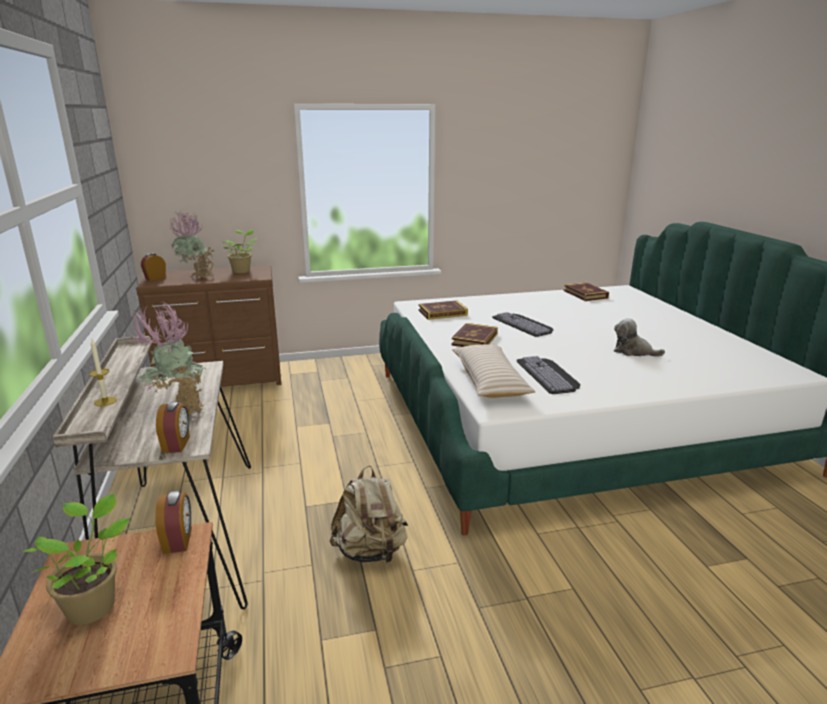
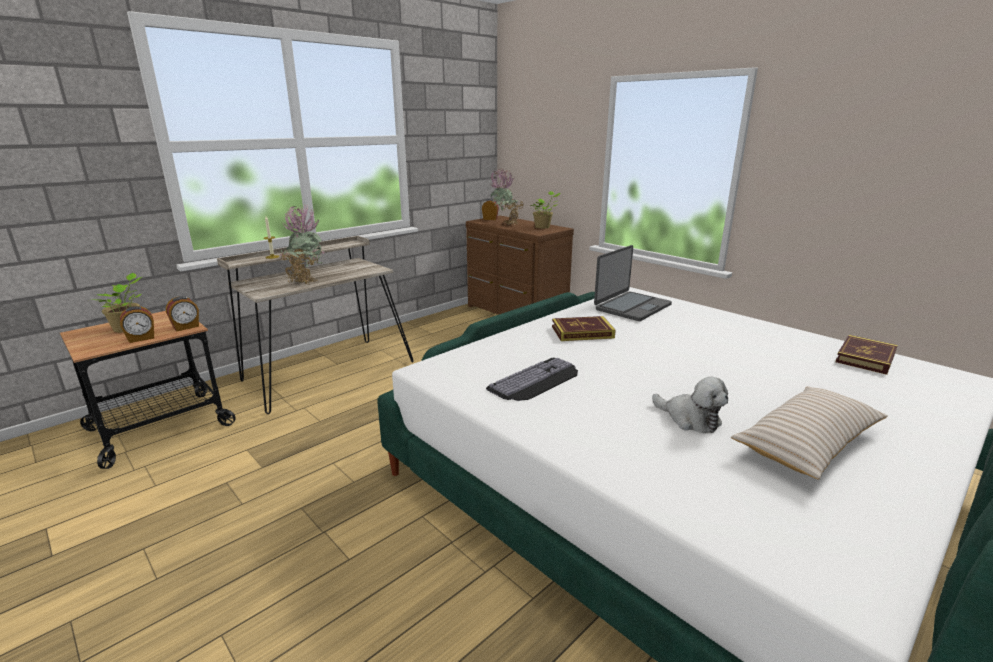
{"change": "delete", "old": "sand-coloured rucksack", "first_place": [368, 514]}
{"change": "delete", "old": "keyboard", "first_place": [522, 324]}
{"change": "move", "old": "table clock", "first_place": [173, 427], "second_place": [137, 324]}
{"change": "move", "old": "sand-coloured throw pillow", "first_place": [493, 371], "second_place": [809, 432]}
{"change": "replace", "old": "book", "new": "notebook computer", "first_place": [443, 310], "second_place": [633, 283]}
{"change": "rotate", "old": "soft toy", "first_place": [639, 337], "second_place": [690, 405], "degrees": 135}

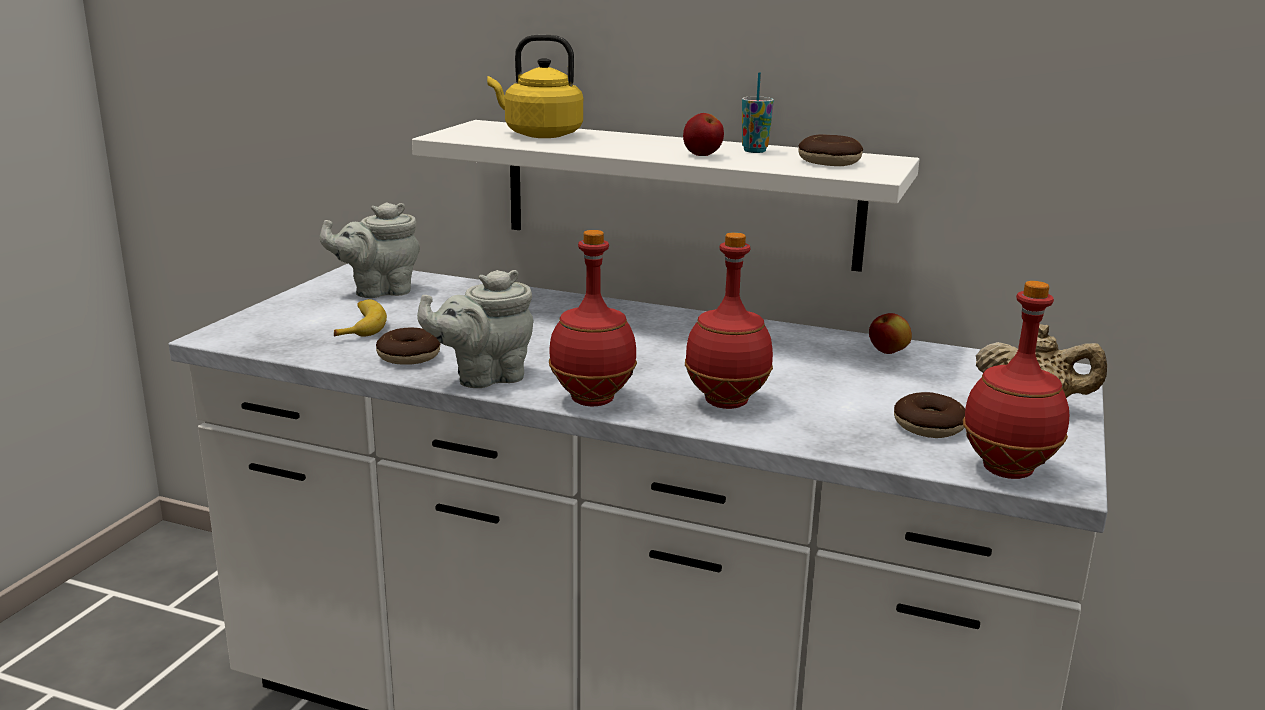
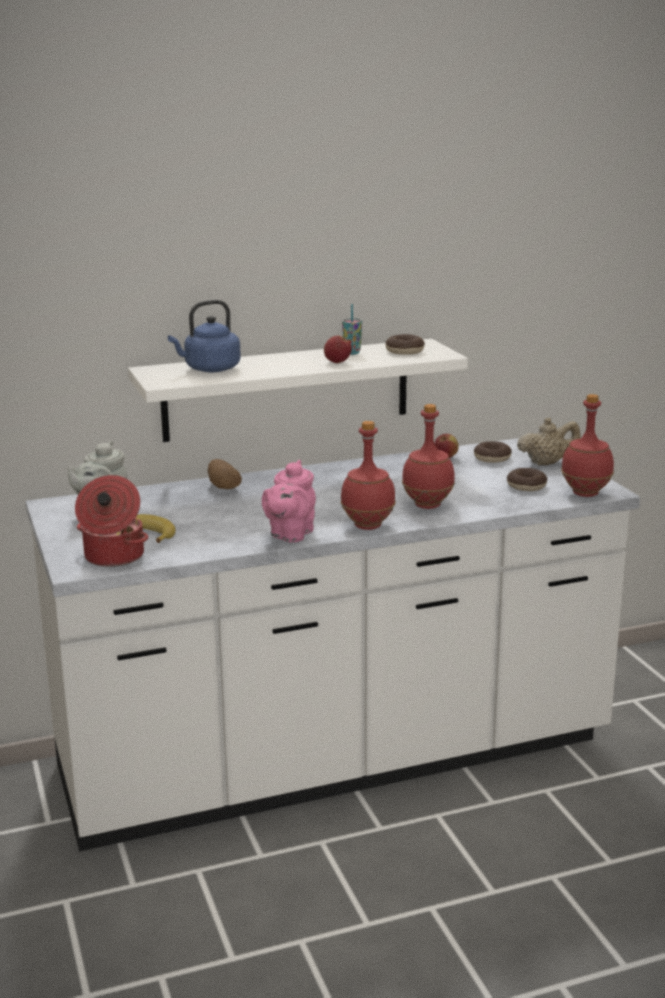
{"change": "insert", "new": "stockpot", "second_place": [111, 521]}
{"change": "insert", "new": "spud", "second_place": [224, 474]}
{"change": "move", "old": "doughnut", "first_place": [408, 346], "second_place": [493, 452]}
{"change": "recolor", "old": "gray teapot", "new": "pinkish teapot", "first_place": [475, 329], "second_place": [289, 501]}
{"change": "recolor", "old": "yellow kettle", "new": "bluish kettle", "first_place": [535, 86], "second_place": [204, 336]}

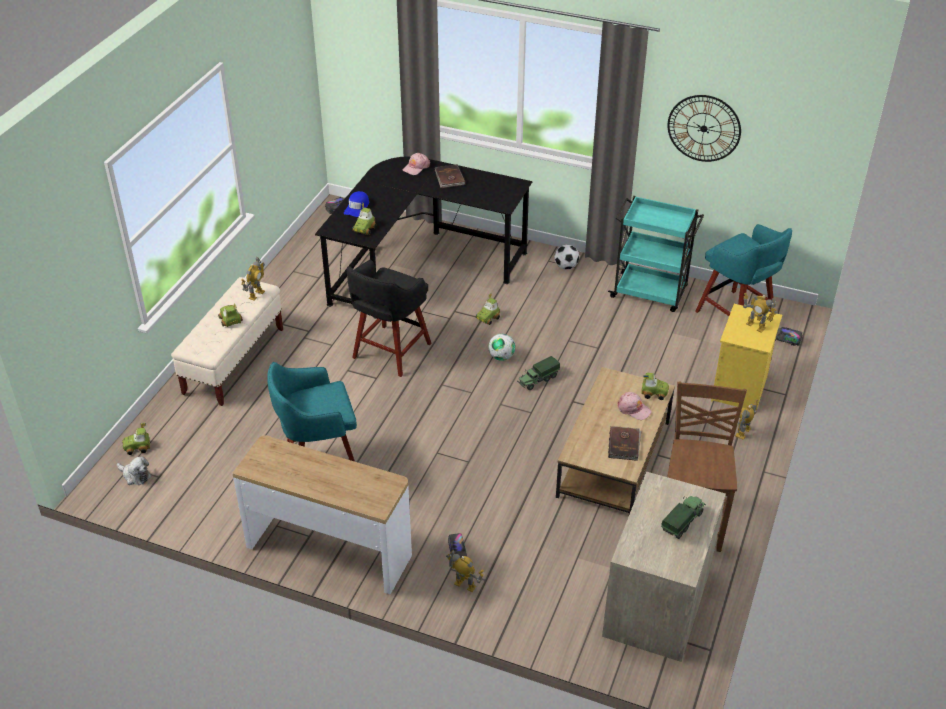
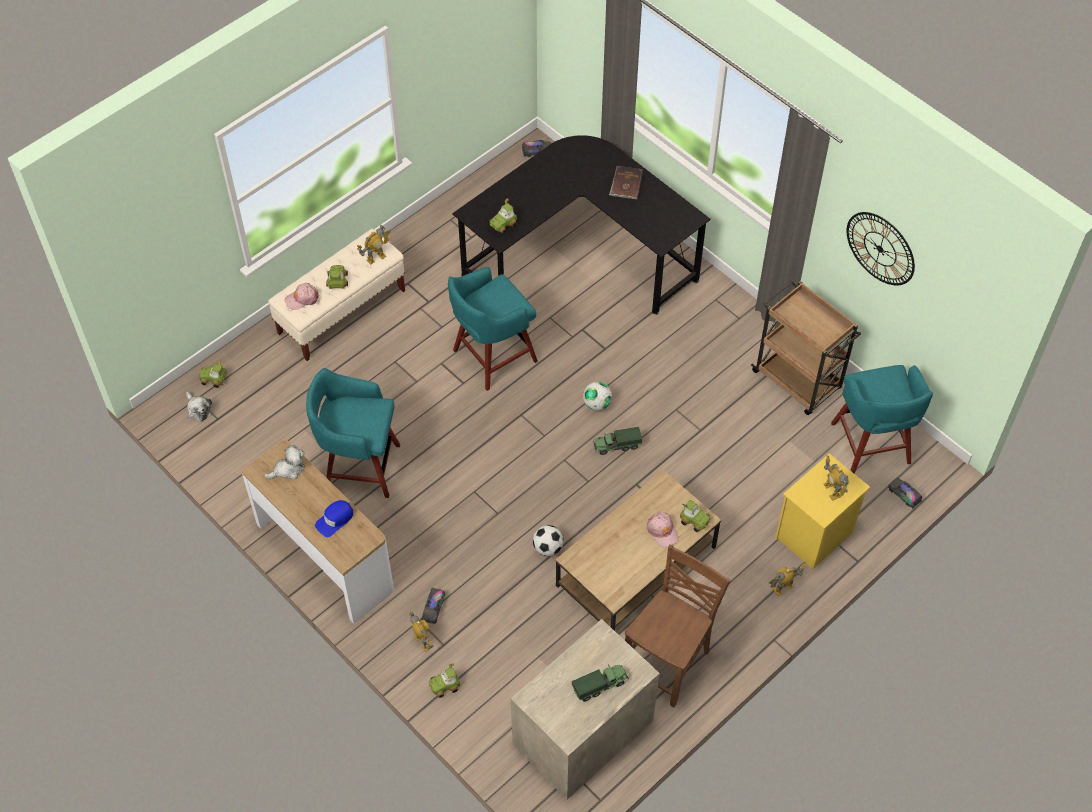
{"change": "delete", "old": "brown-coloured book", "first_place": [624, 443]}
{"change": "insert", "new": "soft toy", "second_place": [284, 462]}
{"change": "move", "old": "bluish peaked cap", "first_place": [356, 204], "second_place": [334, 518]}
{"change": "move", "old": "pinkish peaked cap", "first_place": [416, 164], "second_place": [302, 296]}
{"change": "move", "old": "model car", "first_place": [488, 309], "second_place": [444, 680]}
{"change": "move", "old": "football ball", "first_place": [566, 257], "second_place": [548, 540]}
{"change": "recolor", "old": "blackish stool seat", "new": "turquoise-coloured stool seat", "first_place": [389, 318], "second_place": [493, 329]}
{"change": "recolor", "old": "turquoise-coloured cart", "new": "brown-coloured cart", "first_place": [656, 254], "second_place": [806, 347]}

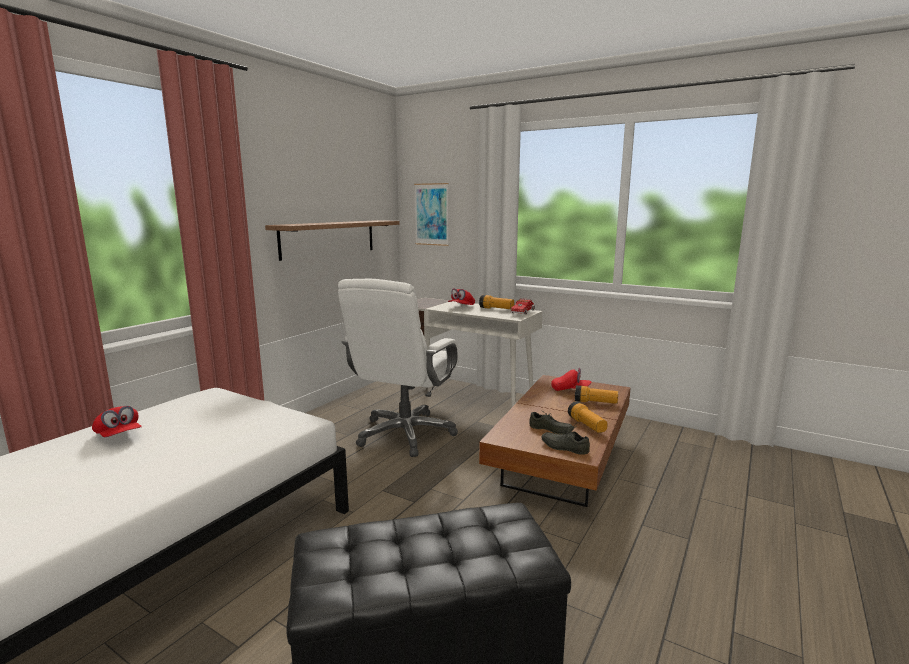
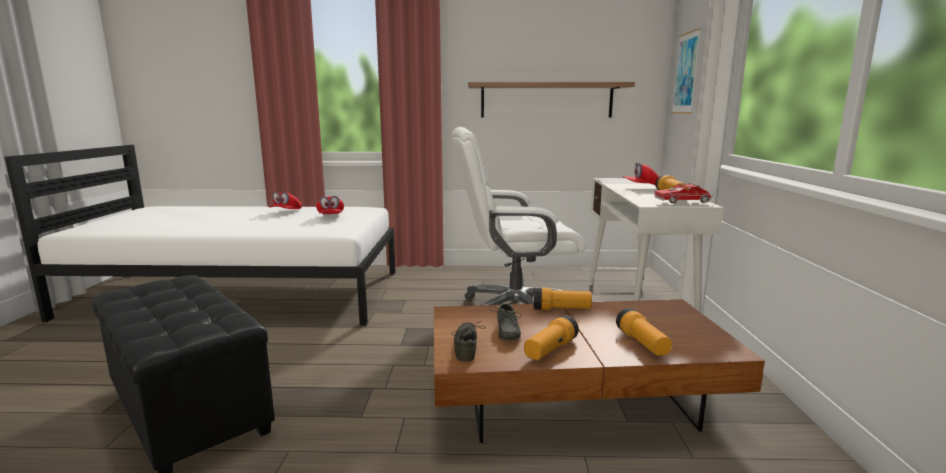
{"change": "insert", "new": "flashlight", "second_place": [562, 298]}
{"change": "move", "old": "reddish peaked cap", "first_place": [571, 379], "second_place": [330, 205]}

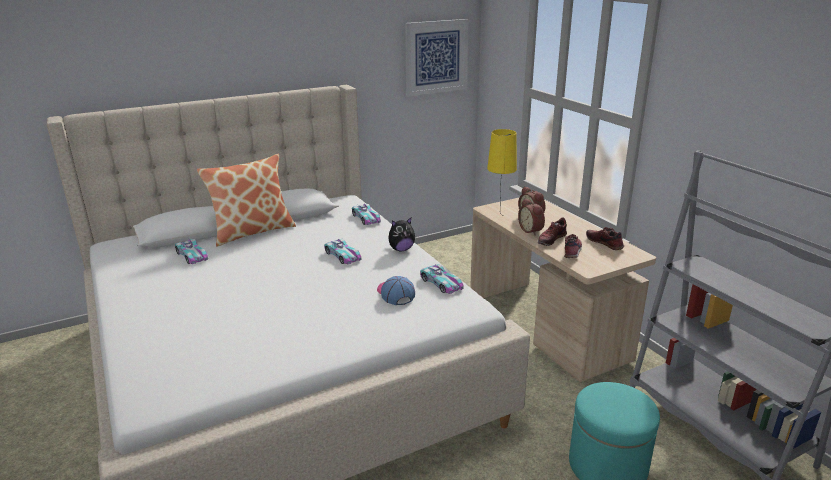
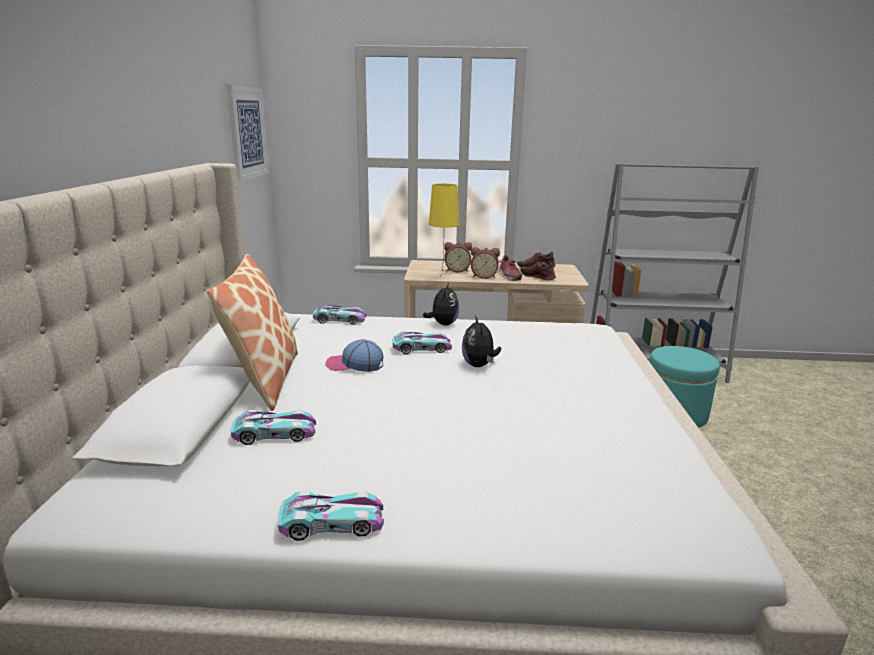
{"change": "insert", "new": "soft toy", "second_place": [481, 341]}
{"change": "move", "old": "peaked cap", "first_place": [396, 290], "second_place": [354, 355]}
{"change": "move", "old": "model car", "first_place": [442, 279], "second_place": [331, 516]}

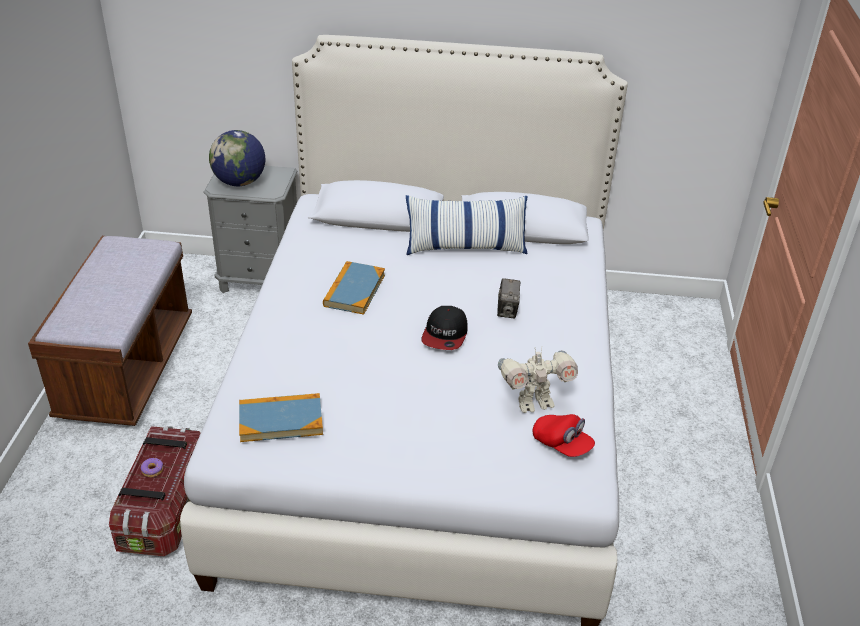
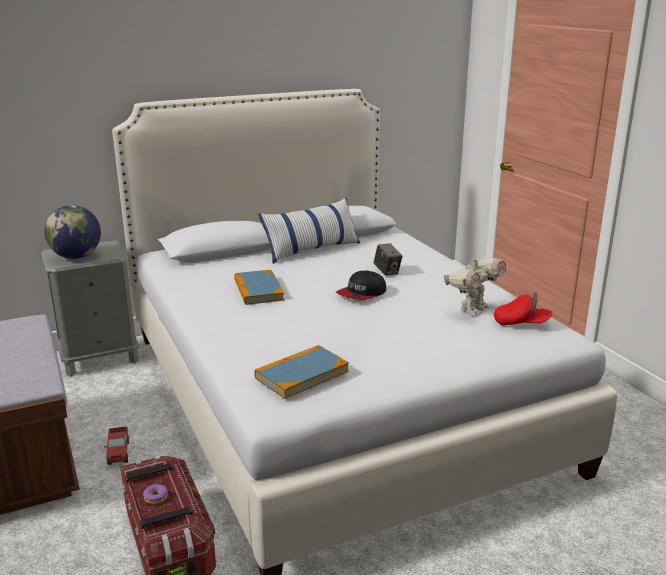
{"change": "insert", "new": "model truck", "second_place": [116, 445]}
{"change": "rotate", "old": "peaked cap", "first_place": [444, 328], "second_place": [361, 285], "degrees": 60}

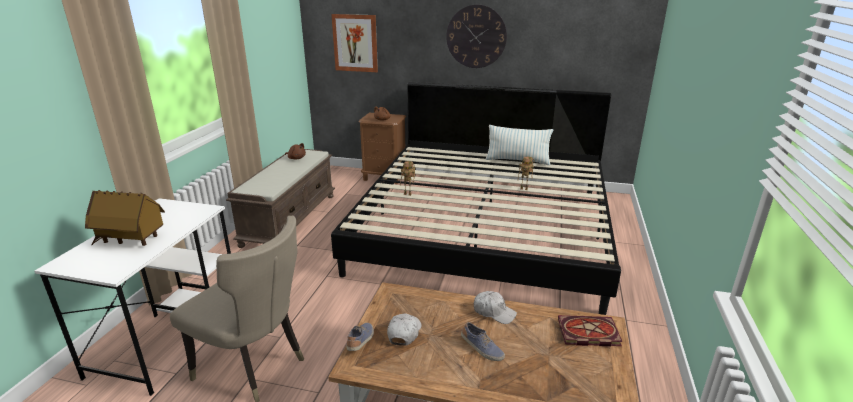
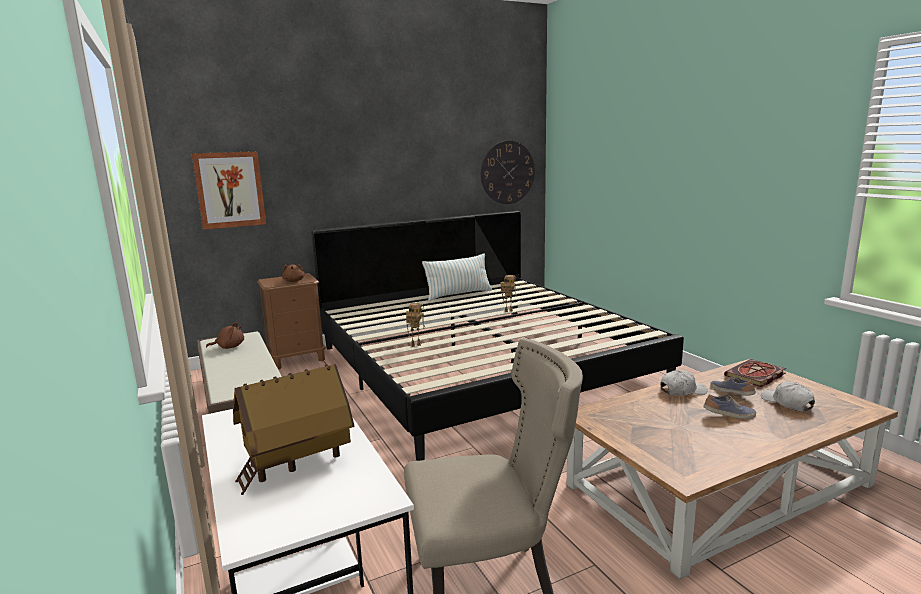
{"change": "move", "old": "item of footwear", "first_place": [360, 337], "second_place": [733, 386]}
{"change": "move", "old": "white peaked cap", "first_place": [404, 329], "second_place": [788, 397]}
{"change": "move", "old": "wall clock", "first_place": [476, 36], "second_place": [508, 172]}

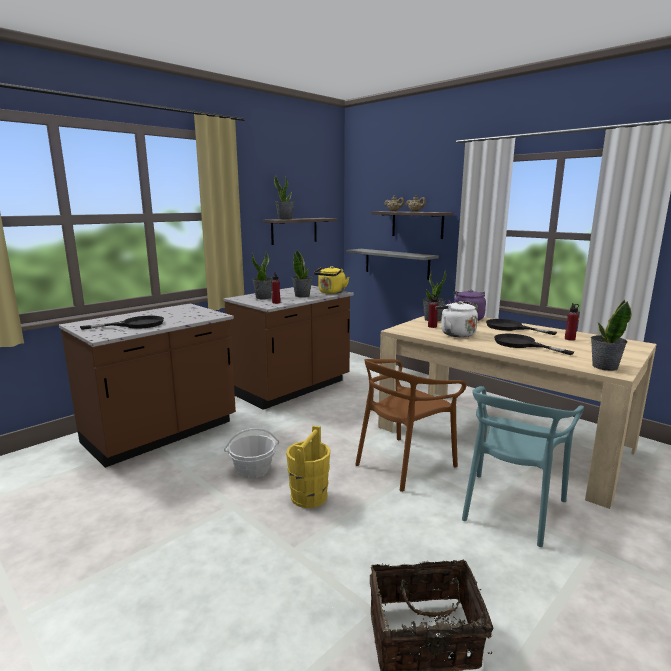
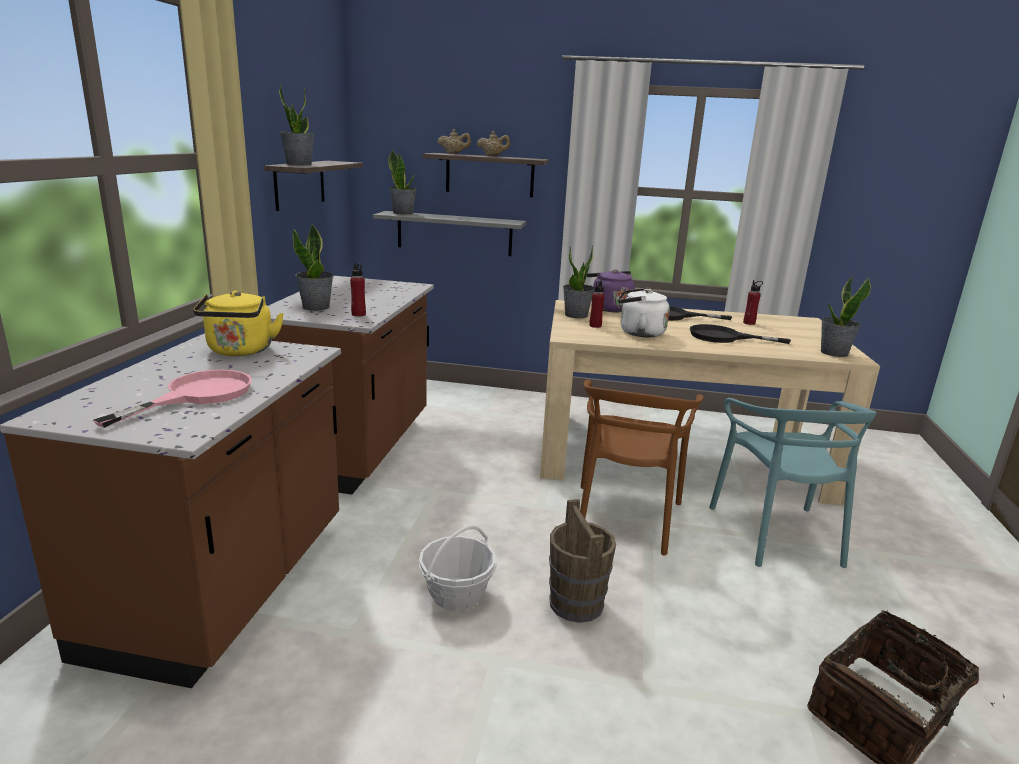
{"change": "move", "old": "houseplant", "first_place": [302, 273], "second_place": [402, 182]}
{"change": "move", "old": "yellow kettle", "first_place": [331, 280], "second_place": [238, 323]}
{"change": "recolor", "old": "blackish skillet", "new": "pinkish skillet", "first_place": [122, 323], "second_place": [172, 399]}
{"change": "recolor", "old": "yellow water bucket", "new": "brown-coloured water bucket", "first_place": [308, 466], "second_place": [582, 561]}

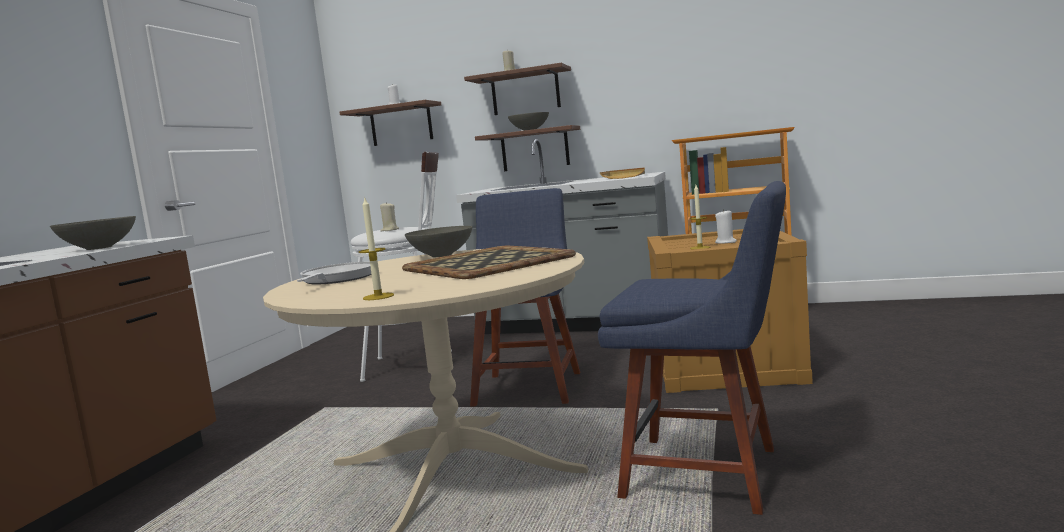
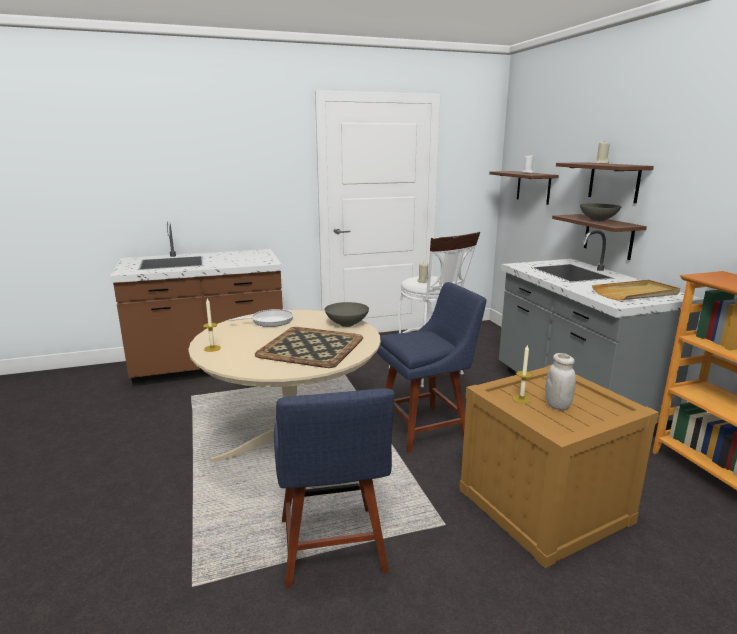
{"change": "delete", "old": "gray bowl", "first_place": [93, 233]}
{"change": "replace", "old": "white wax candle", "new": "white preserve jar", "first_place": [726, 226], "second_place": [560, 381]}

